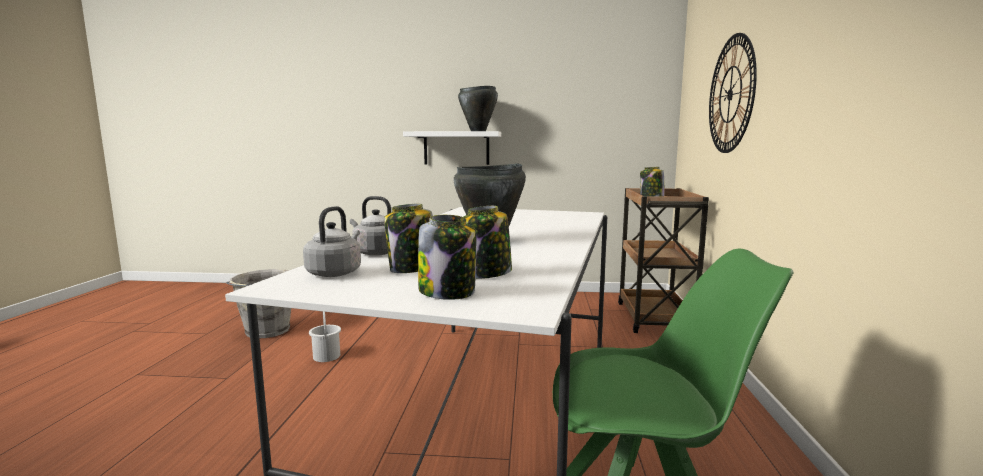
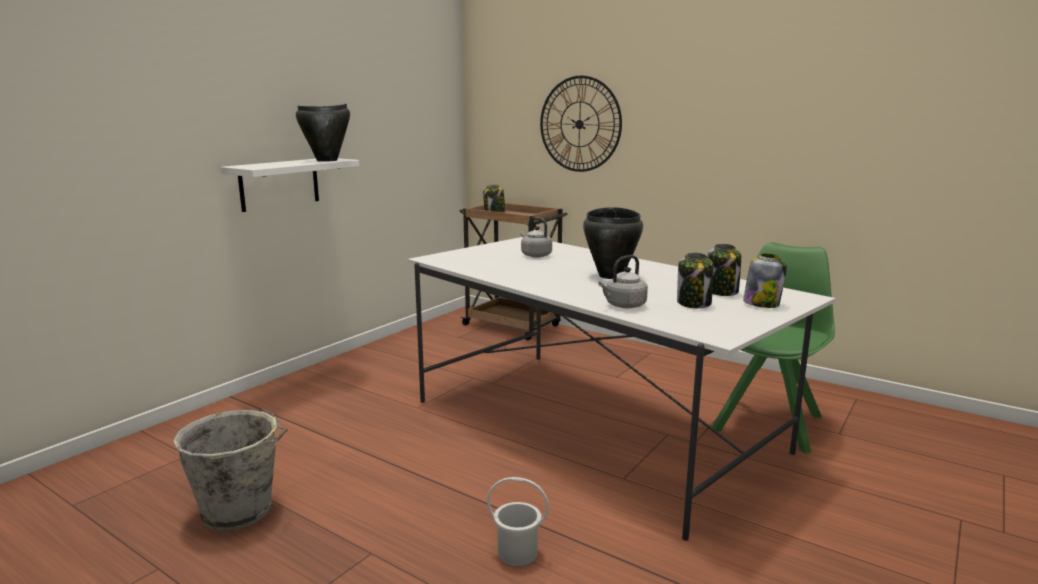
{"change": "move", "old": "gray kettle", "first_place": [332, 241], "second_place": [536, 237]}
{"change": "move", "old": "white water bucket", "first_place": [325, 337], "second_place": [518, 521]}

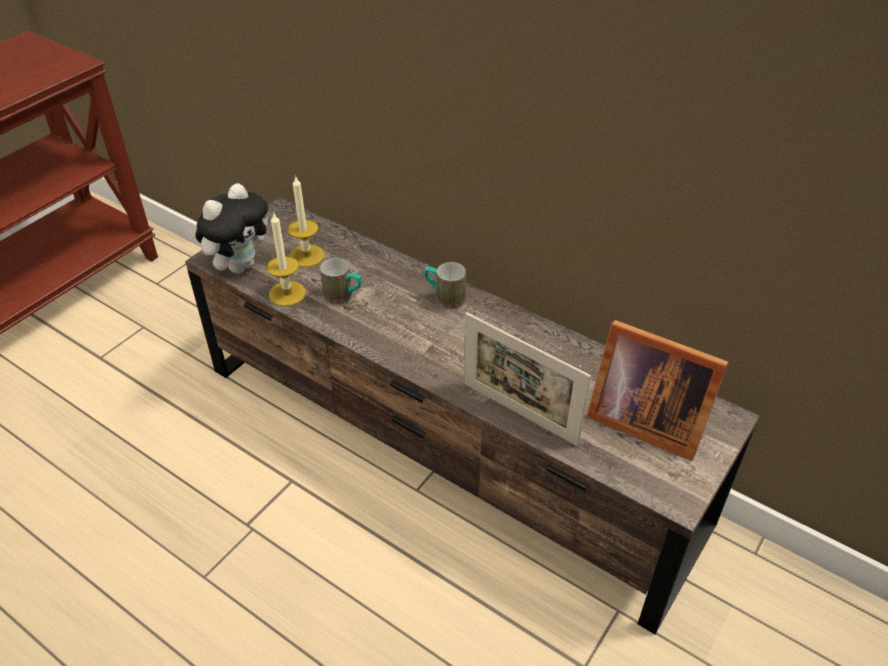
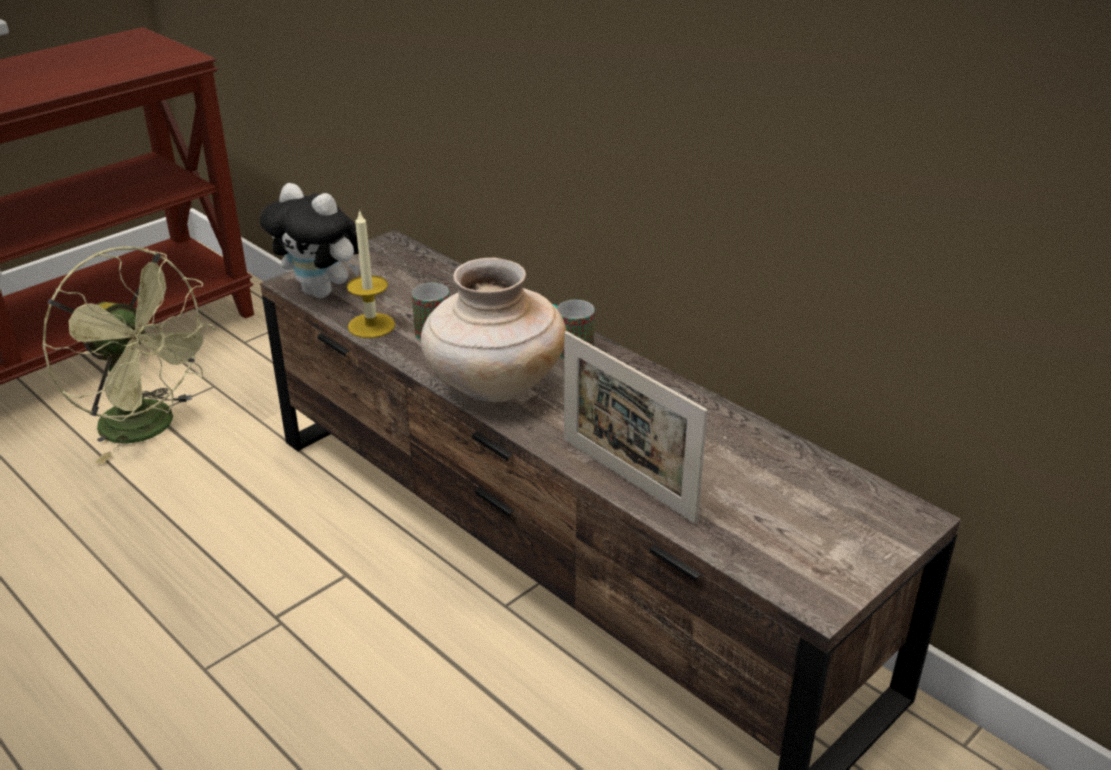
{"change": "delete", "old": "wax candle", "first_place": [306, 221]}
{"change": "delete", "old": "photo frame", "first_place": [657, 390]}
{"change": "insert", "new": "greenish electric fan", "second_place": [129, 355]}
{"change": "insert", "new": "sand-coloured flower vase", "second_place": [493, 330]}
{"change": "rotate", "old": "soft toy", "first_place": [231, 228], "second_place": [309, 240], "degrees": 75}

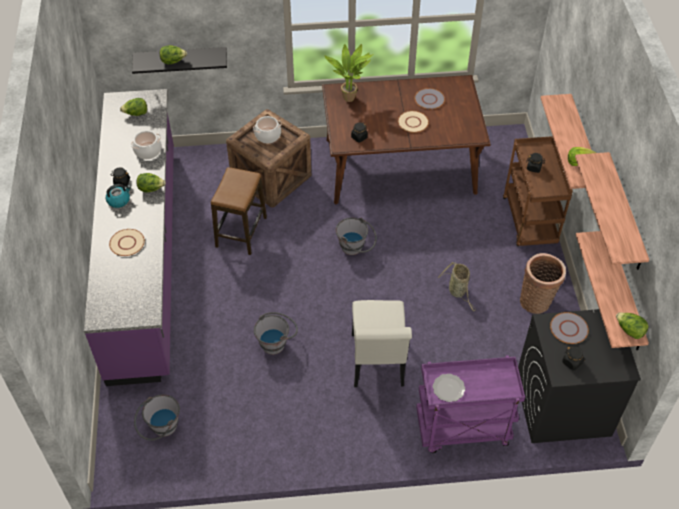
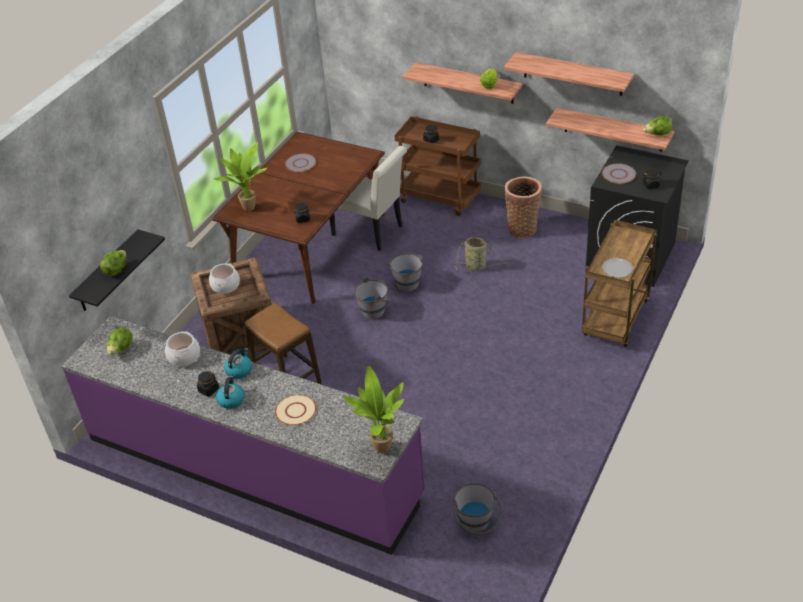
{"change": "delete", "old": "sand-coloured dinner plate", "first_place": [413, 122]}
{"change": "insert", "new": "houseplant", "second_place": [373, 409]}
{"change": "move", "old": "gray water bucket", "first_place": [276, 333], "second_place": [404, 272]}
{"change": "move", "old": "white chair", "first_place": [382, 343], "second_place": [368, 198]}
{"change": "replace", "old": "lettuce", "new": "kettle", "first_place": [151, 182], "second_place": [238, 363]}
{"change": "recolor", "old": "purple-coloured cart", "new": "brown-coloured cart", "first_place": [470, 404], "second_place": [619, 283]}

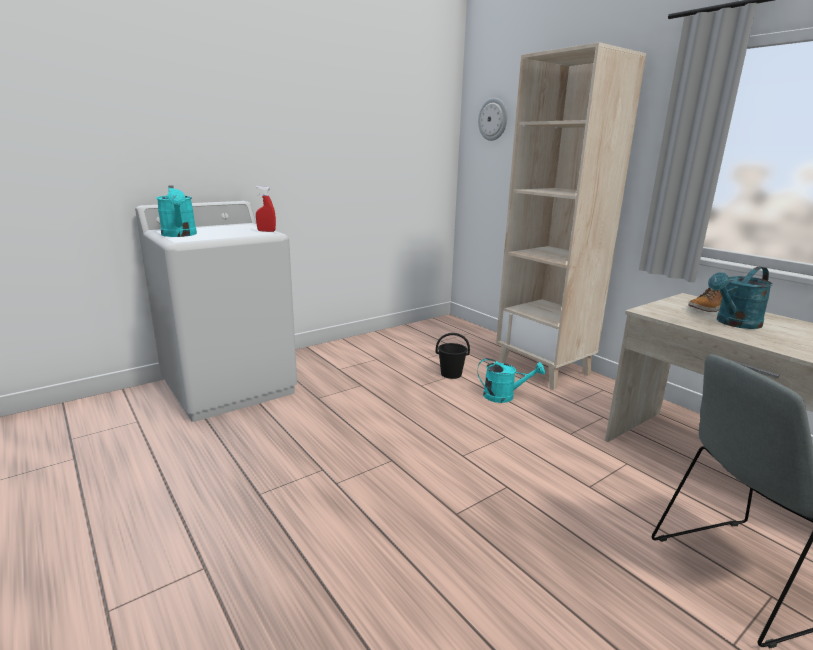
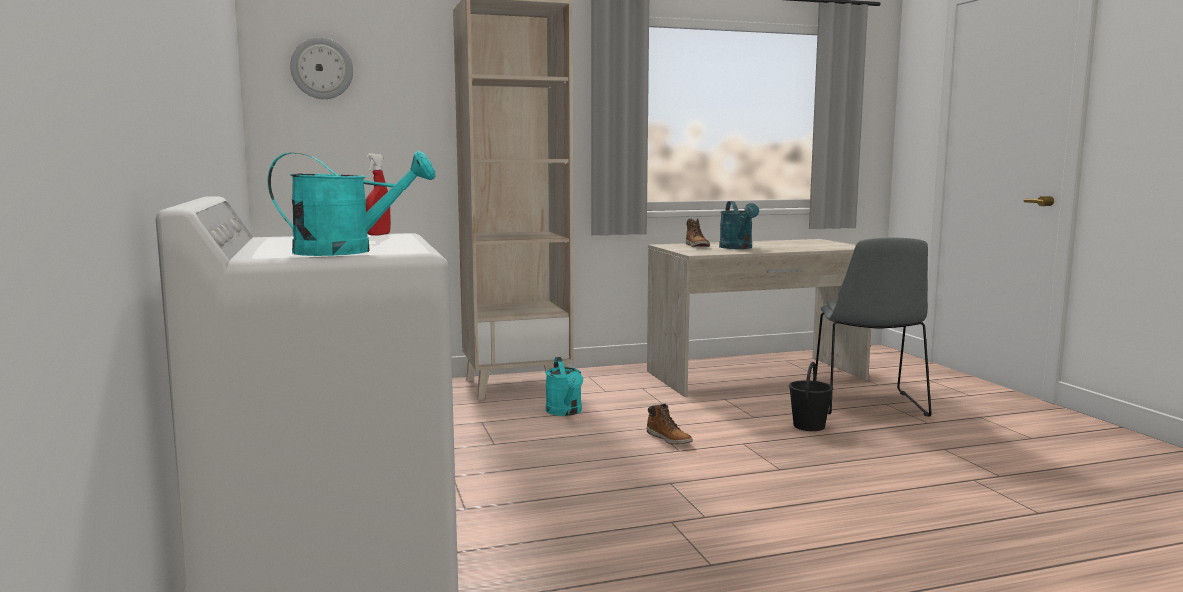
{"change": "insert", "new": "high-top boot", "second_place": [670, 424]}
{"change": "move", "old": "blackish water bucket", "first_place": [453, 356], "second_place": [811, 396]}
{"change": "rotate", "old": "turquoise-coloured watering can", "first_place": [511, 380], "second_place": [564, 386], "degrees": 135}

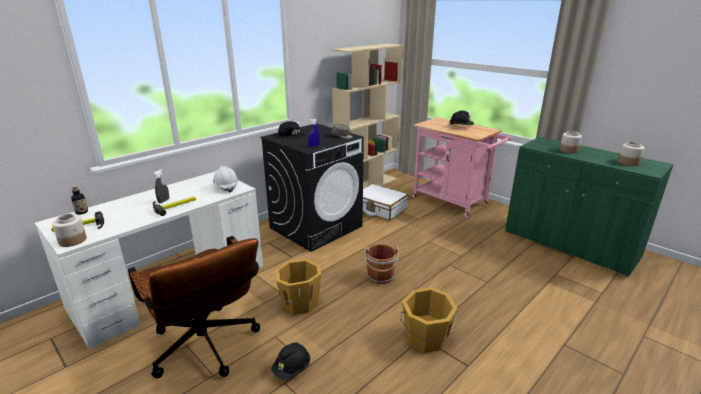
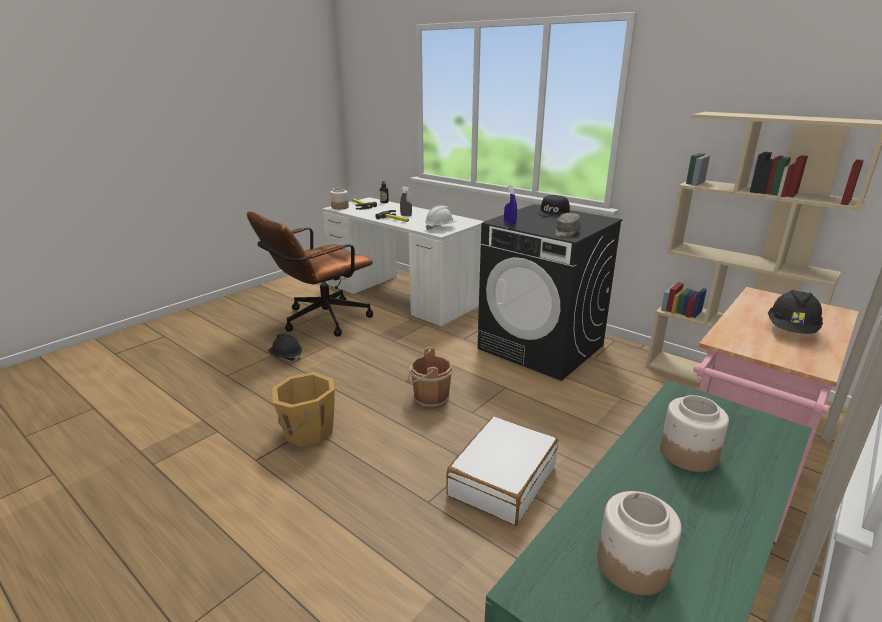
{"change": "delete", "old": "orange-coloured water bucket", "first_place": [298, 286]}
{"change": "move", "old": "white suitcase", "first_place": [385, 202], "second_place": [502, 471]}

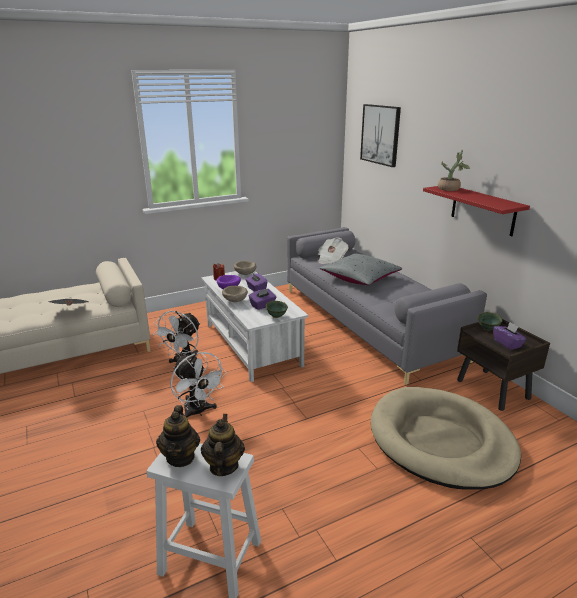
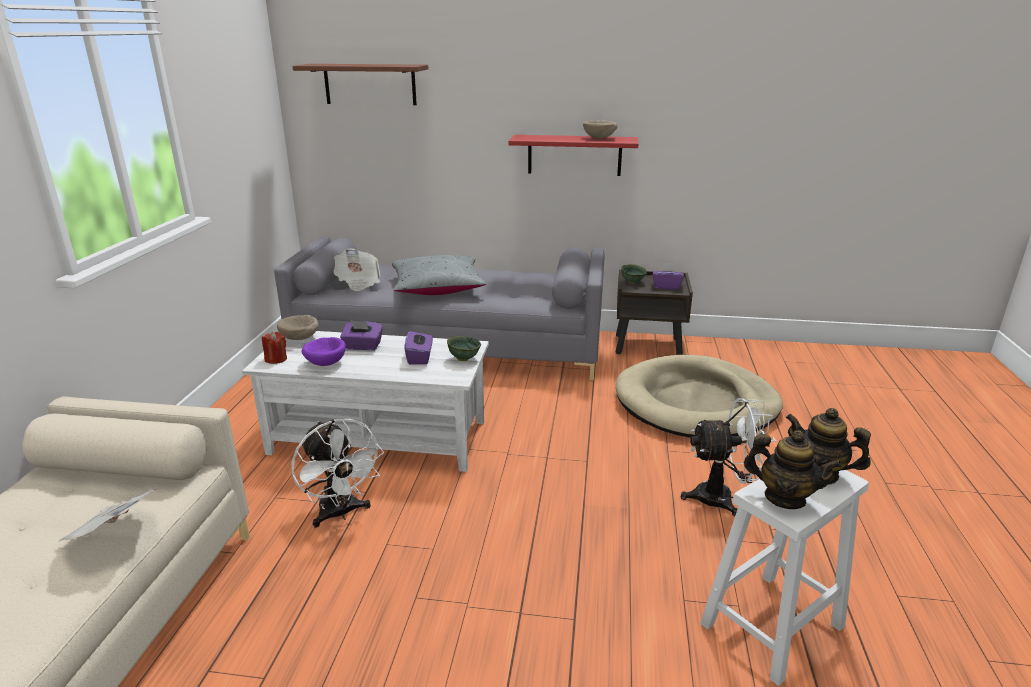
{"change": "delete", "old": "houseplant", "first_place": [454, 170]}
{"change": "move", "old": "white electric fan", "first_place": [199, 384], "second_place": [728, 457]}
{"change": "move", "old": "sand-coloured bowl", "first_place": [235, 294], "second_place": [600, 129]}
{"change": "replace", "old": "picture", "new": "brown-coloured shelf", "first_place": [380, 135], "second_place": [360, 84]}

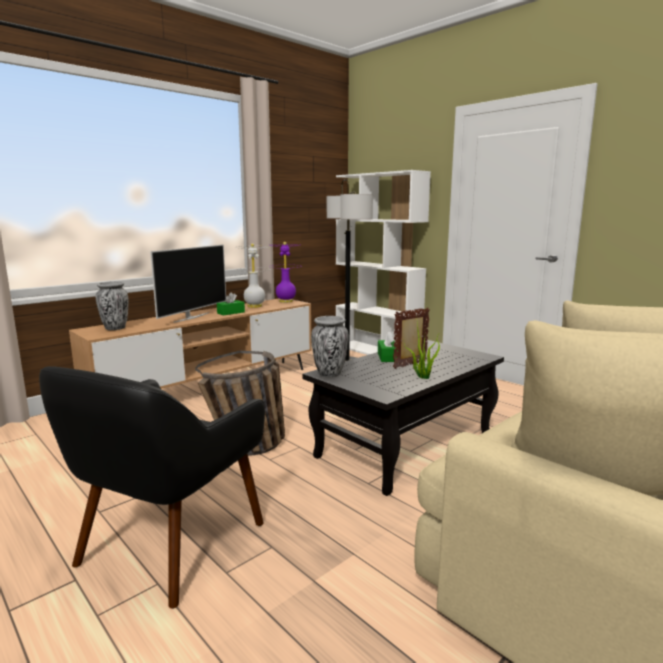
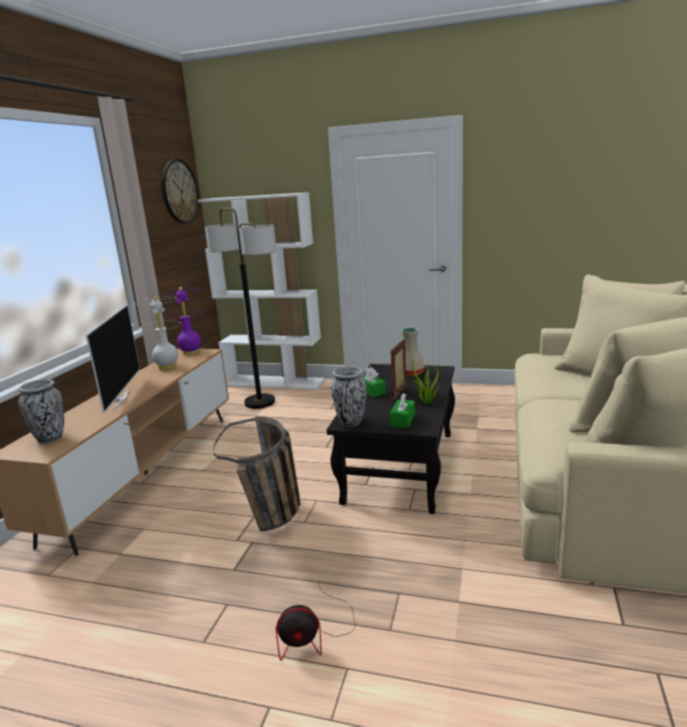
{"change": "insert", "new": "wall clock", "second_place": [180, 191]}
{"change": "insert", "new": "sand-coloured flower vase", "second_place": [413, 352]}
{"change": "move", "old": "greenish tissue box", "first_place": [231, 304], "second_place": [402, 410]}
{"change": "replace", "old": "blackish lounge chair", "new": "electric fan", "first_place": [152, 487], "second_place": [315, 621]}

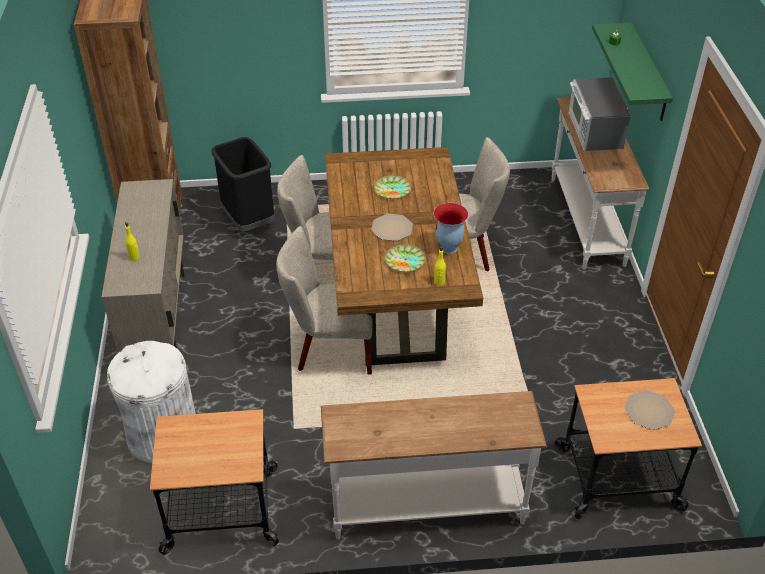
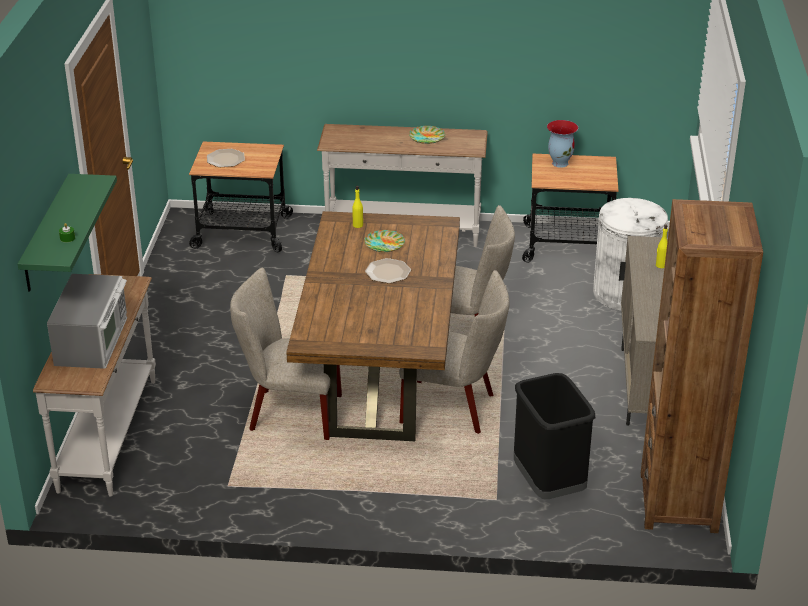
{"change": "move", "old": "dinner plate", "first_place": [392, 187], "second_place": [427, 135]}
{"change": "move", "old": "flower vase", "first_place": [451, 228], "second_place": [562, 144]}

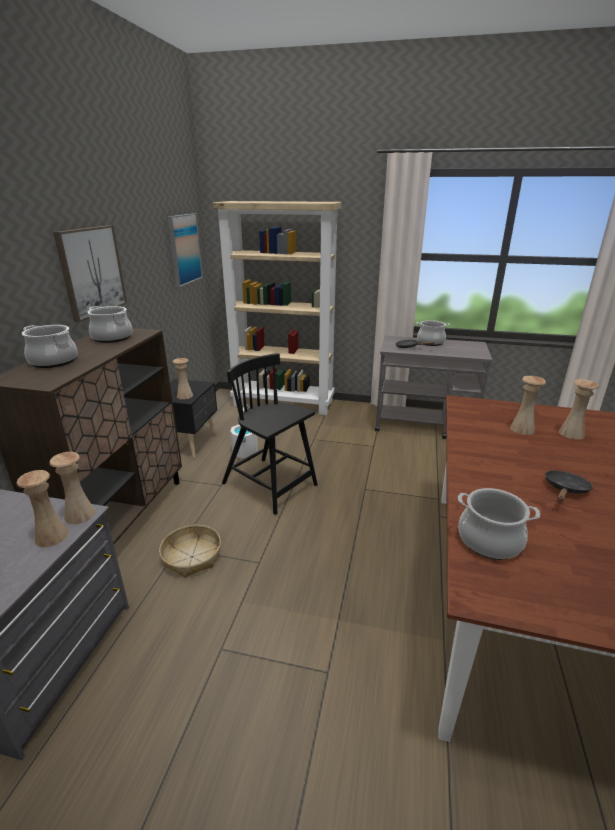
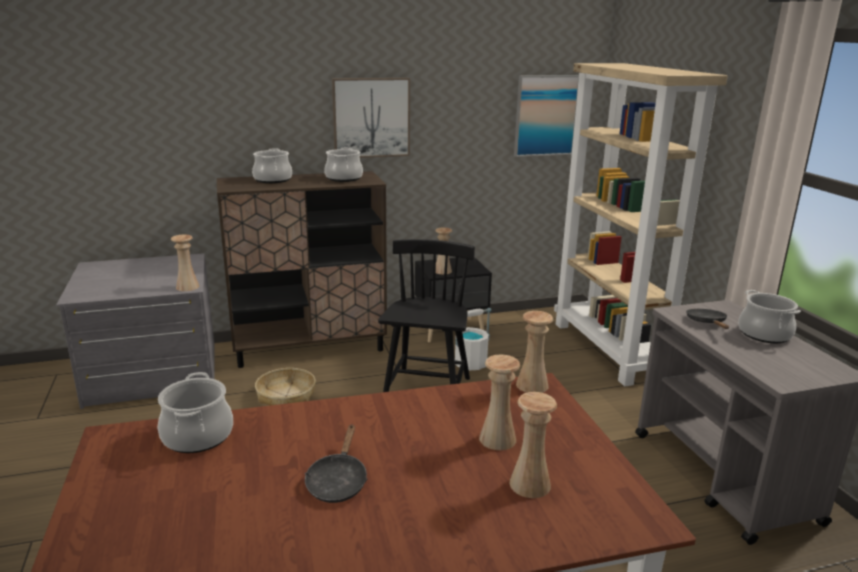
{"change": "move", "old": "sand-coloured flower vase", "first_place": [43, 508], "second_place": [534, 352]}
{"change": "rotate", "old": "blackish skillet", "first_place": [569, 485], "second_place": [336, 463], "degrees": 90}

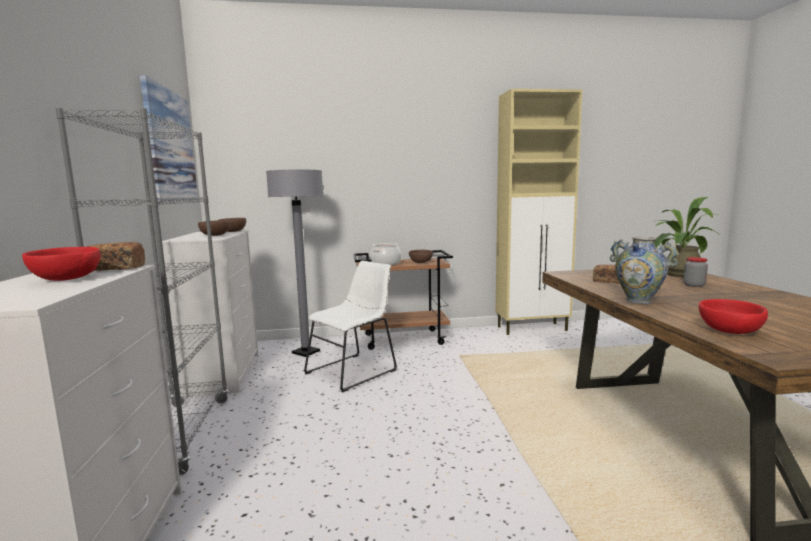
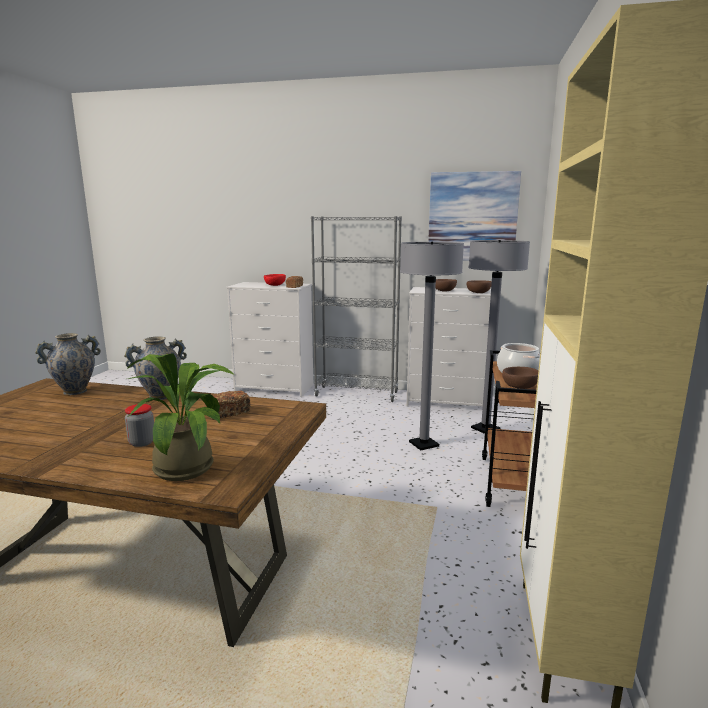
{"change": "replace", "old": "white chair", "new": "gray standing lamp", "first_place": [350, 327], "second_place": [432, 346]}
{"change": "replace", "old": "reddish bowl", "new": "flower vase", "first_place": [733, 316], "second_place": [68, 364]}

